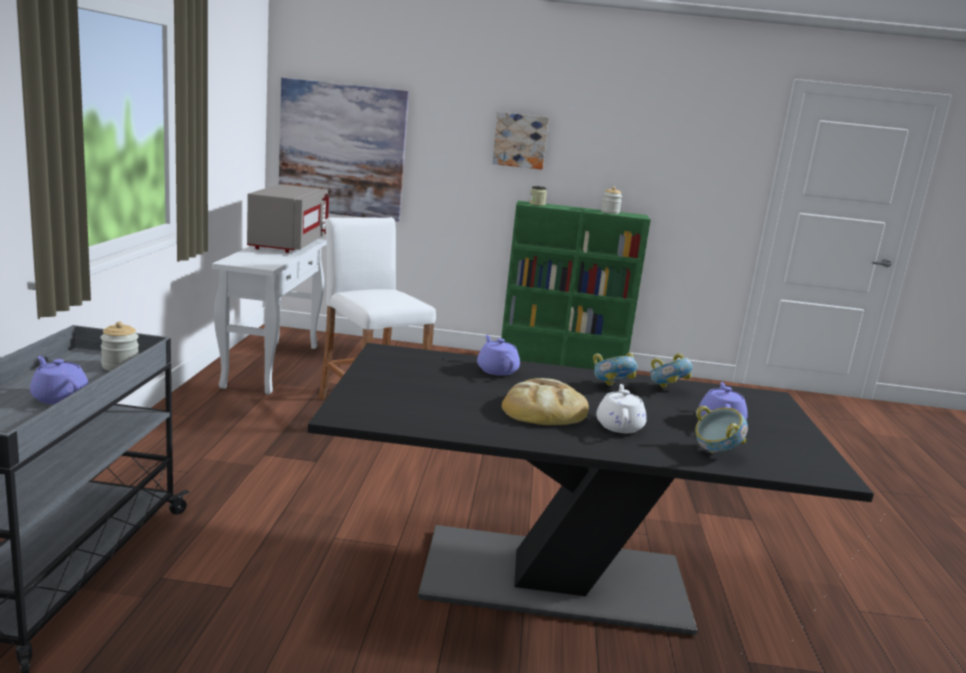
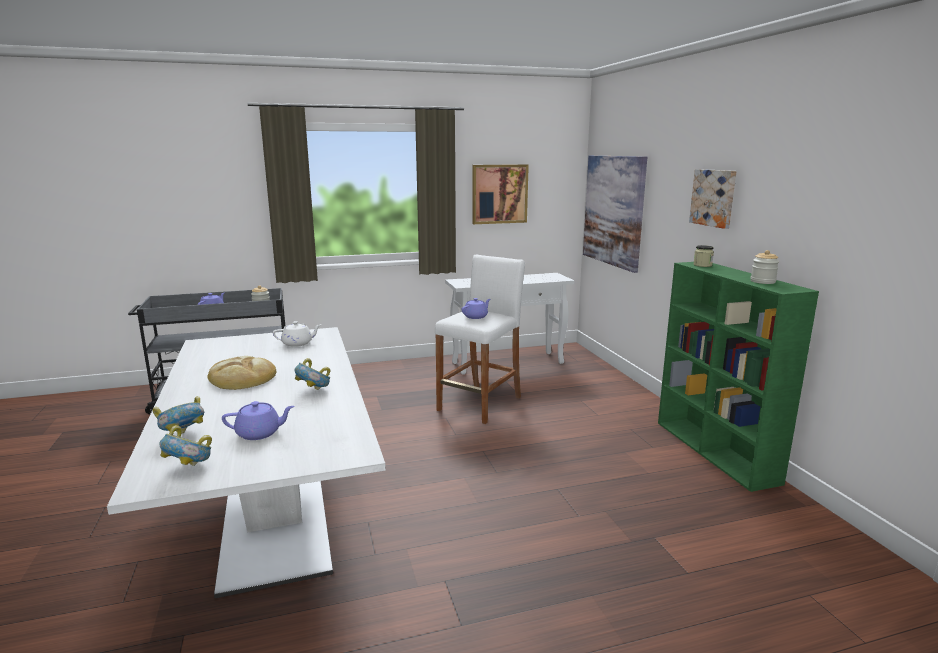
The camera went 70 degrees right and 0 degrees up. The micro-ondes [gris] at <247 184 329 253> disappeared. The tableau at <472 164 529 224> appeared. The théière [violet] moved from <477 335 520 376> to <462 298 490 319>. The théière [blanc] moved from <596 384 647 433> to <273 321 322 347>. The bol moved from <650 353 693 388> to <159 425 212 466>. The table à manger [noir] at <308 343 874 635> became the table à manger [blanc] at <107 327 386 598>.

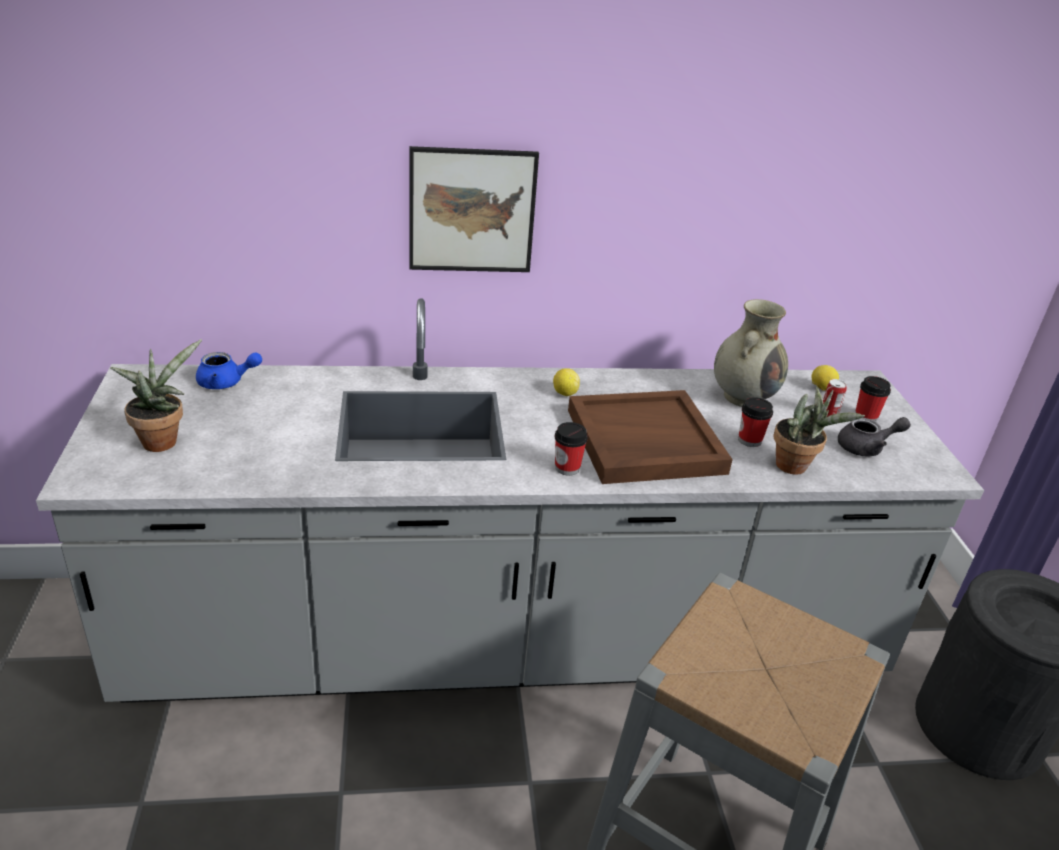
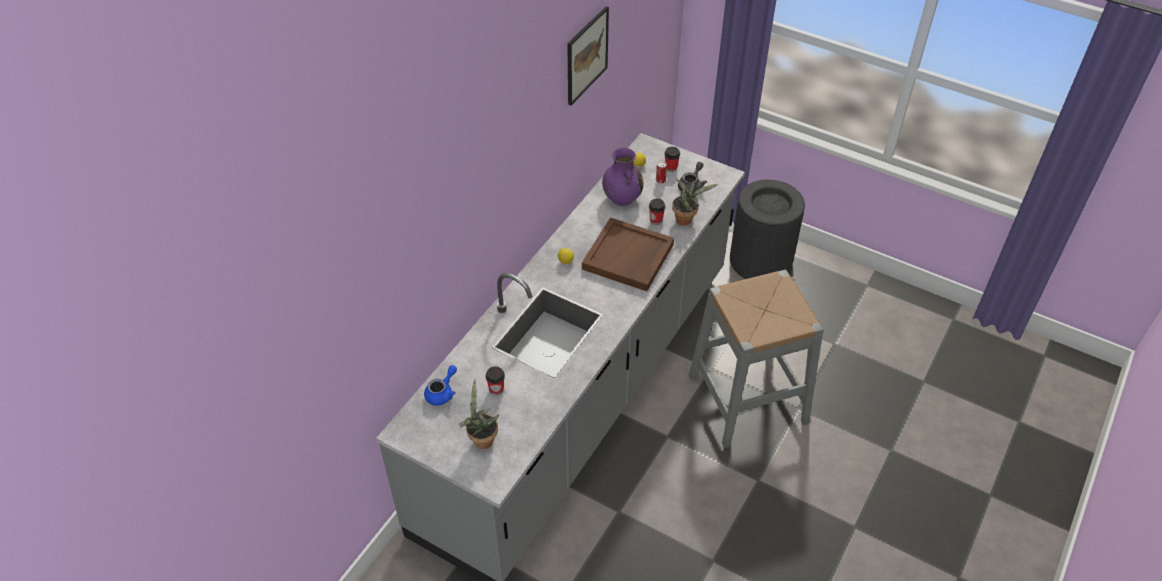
The camera went 50 degrees left and 15 degrees up. The tableau moved from <409 146 539 272> to <567 6 609 106>. The tasse moved from <555 422 588 476> to <486 366 505 395>. The vase [beige] at <714 299 788 407> became the vase [violet] at <602 148 643 206>.

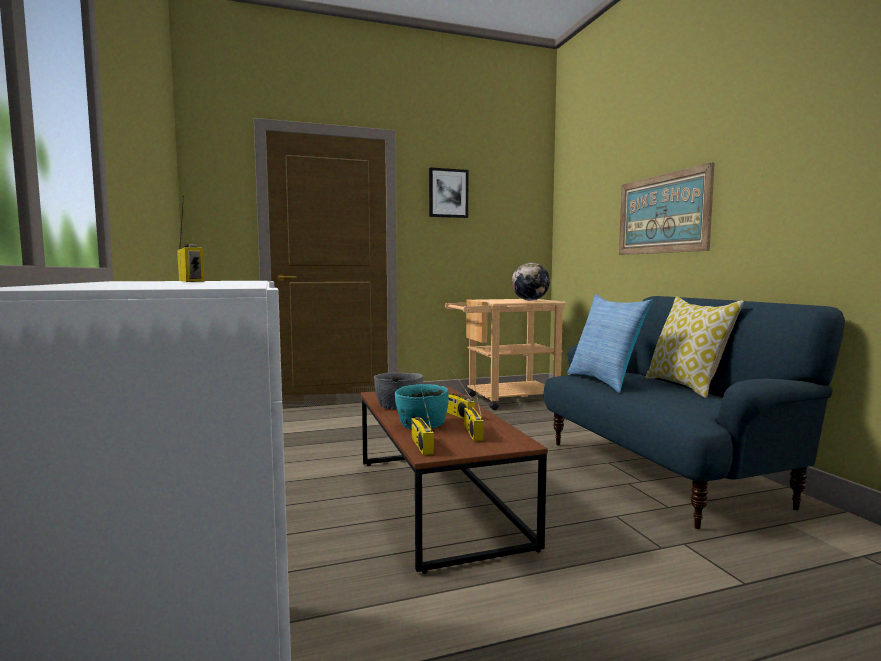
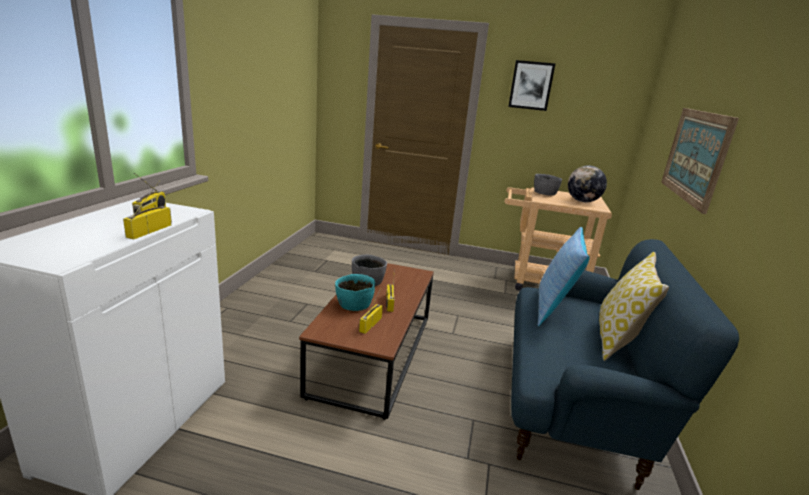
The camera went 30 degrees right and 15 degrees up. The bol [gris] at <534 174 562 196> appeared. The radio moved from <412 388 434 455> to <123 180 172 239>.

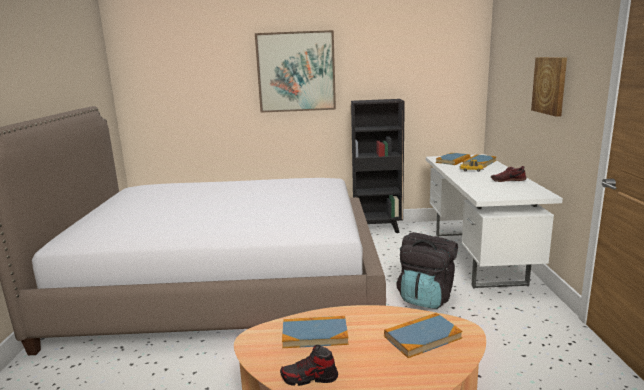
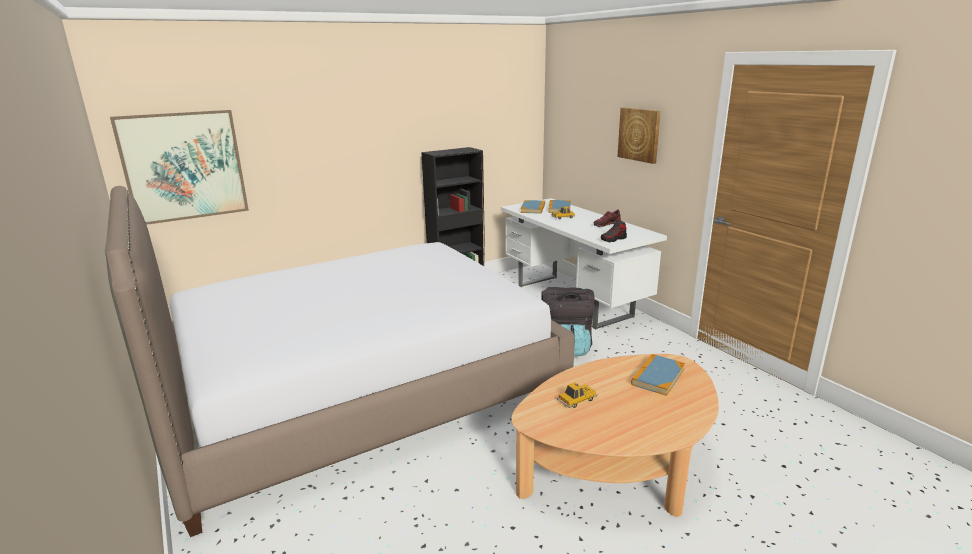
The camera went 30 degrees left and 5 degrees up. The tableau moved from <255 30 336 113> to <110 110 249 225>. The chaussure moved from <280 345 338 386> to <601 219 627 242>. The livre at <282 316 349 348> was replaced by the petite voiture at <557 382 597 408>.

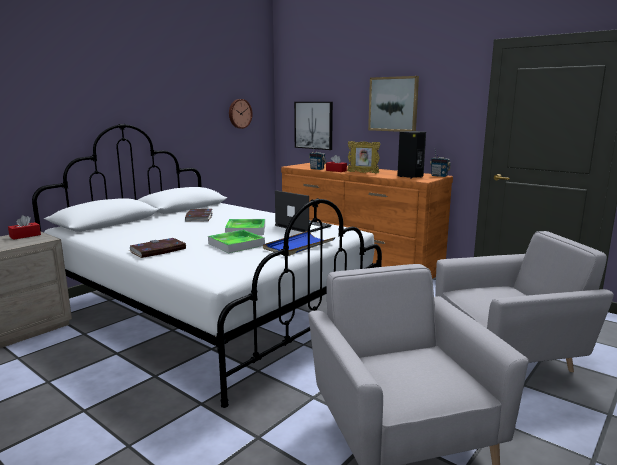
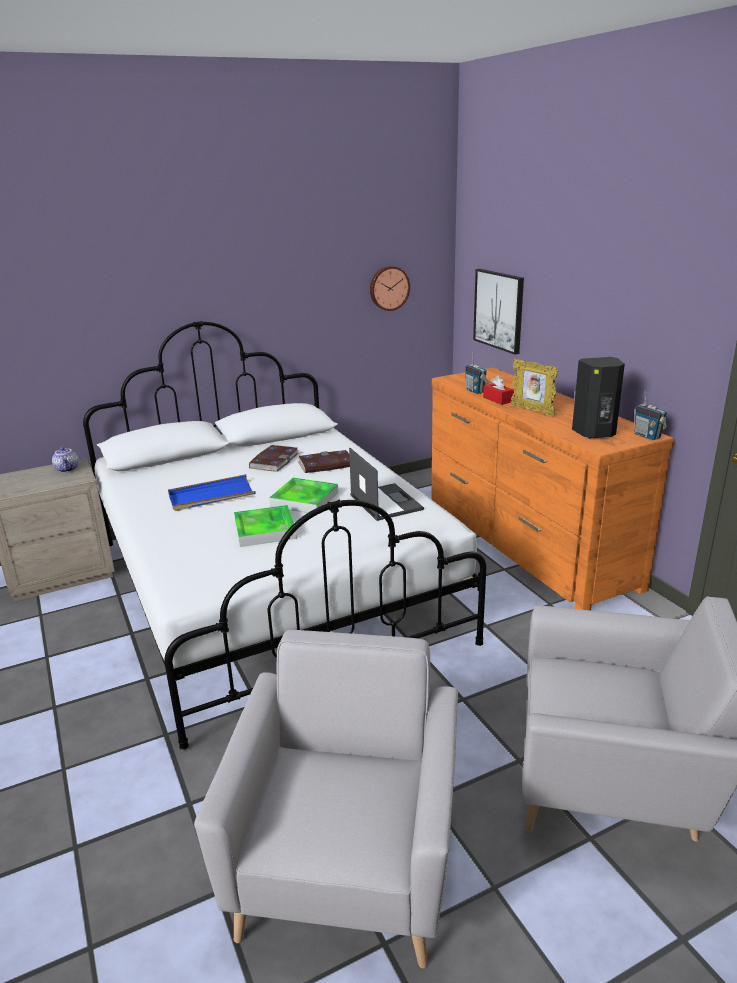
The camera went 25 degrees right and 10 degrees up. The tableau at <368 76 419 132> disappeared. The livre moved from <129 238 186 258> to <298 450 350 473>. The plateau [bleu] moved from <263 231 335 256> to <168 474 256 511>. The boîte à mouchoirs [rouge] at <8 215 41 240> was replaced by the théière at <52 446 79 473>.

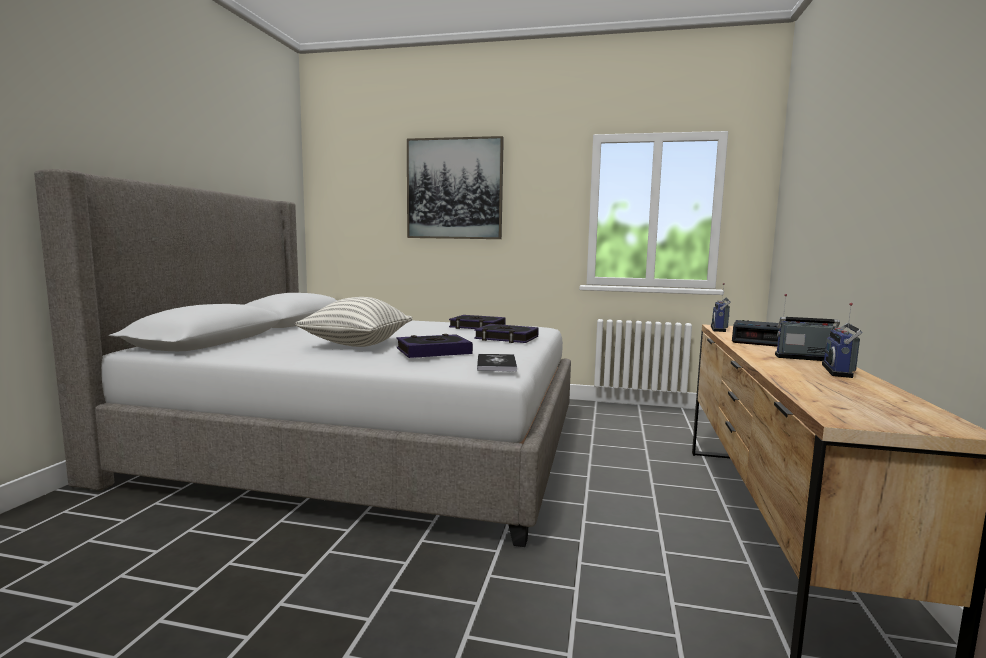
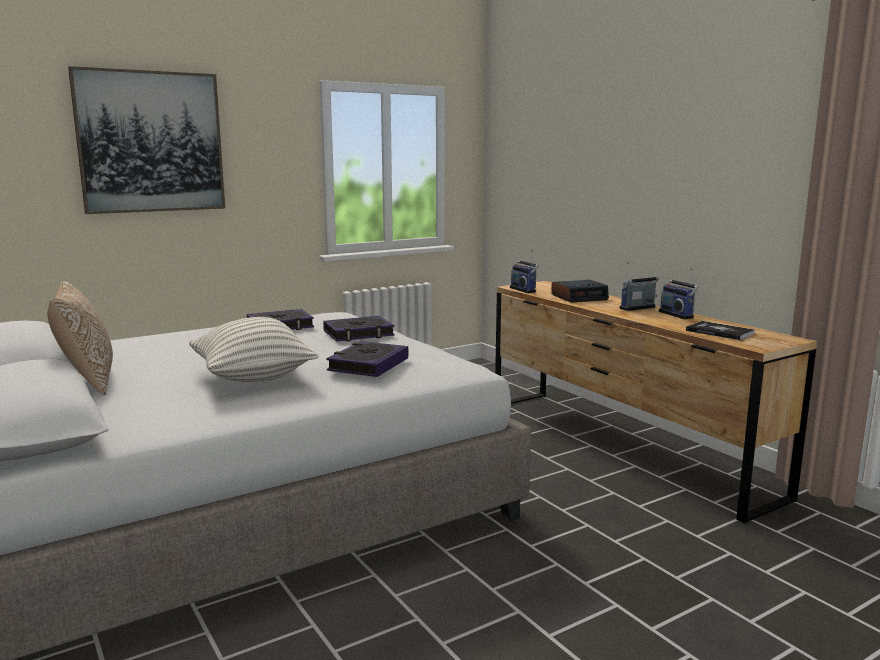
The camera went 45 degrees left and 5 degrees up. The coussin at <47 281 113 395> appeared. The livre moved from <477 354 517 371> to <686 321 755 340>.

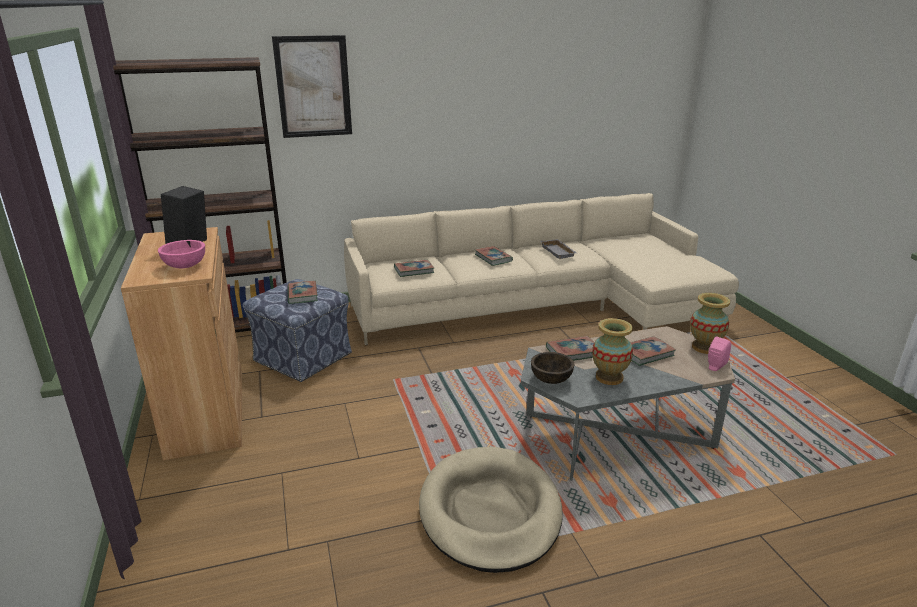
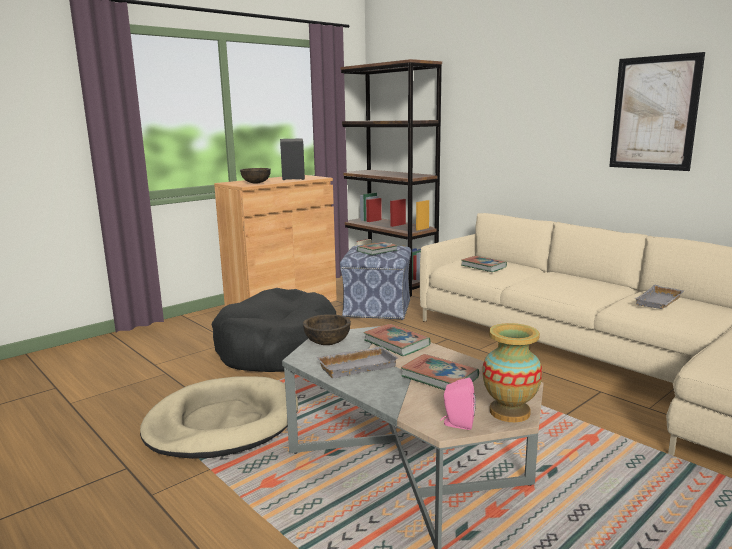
The camera went 65 degrees right and 10 degrees down. The livre at <475 246 513 266> disappeared. The panier pour chien [noir] at <212 288 336 372> appeared. The tableau moved from <272 35 352 138> to <609 52 705 171>. The vase at <592 318 633 385> was replaced by the plateau [gris] at <316 346 399 378>. The bol [rose] at <158 240 205 268> became the bol [marron] at <240 168 271 184>.

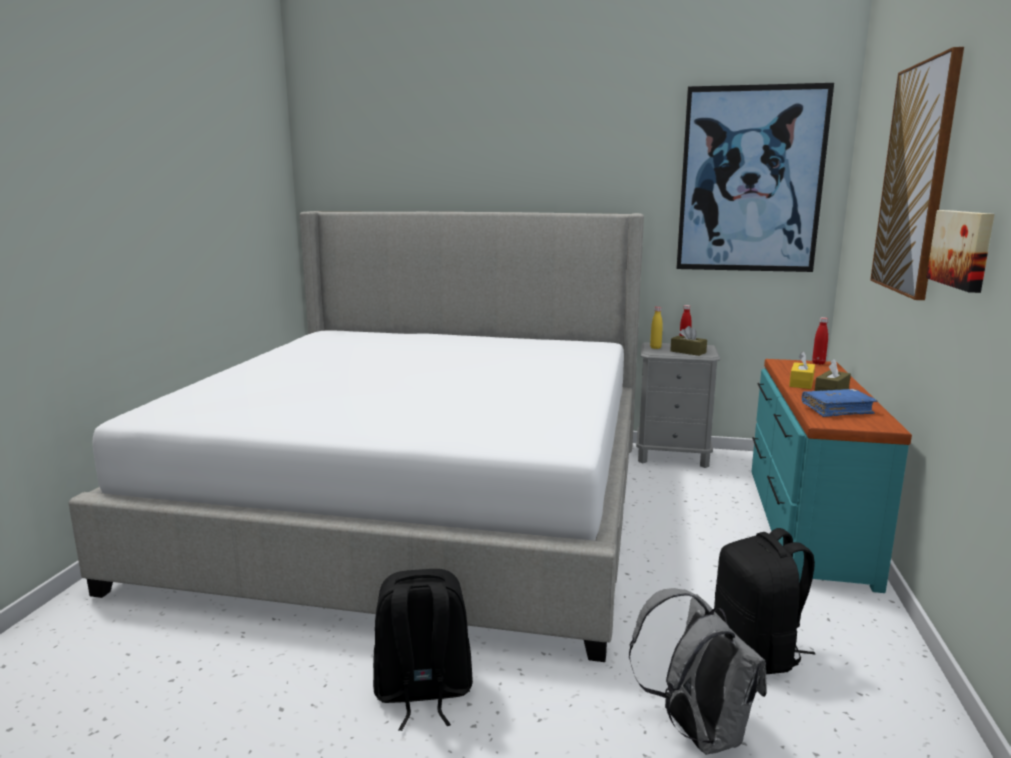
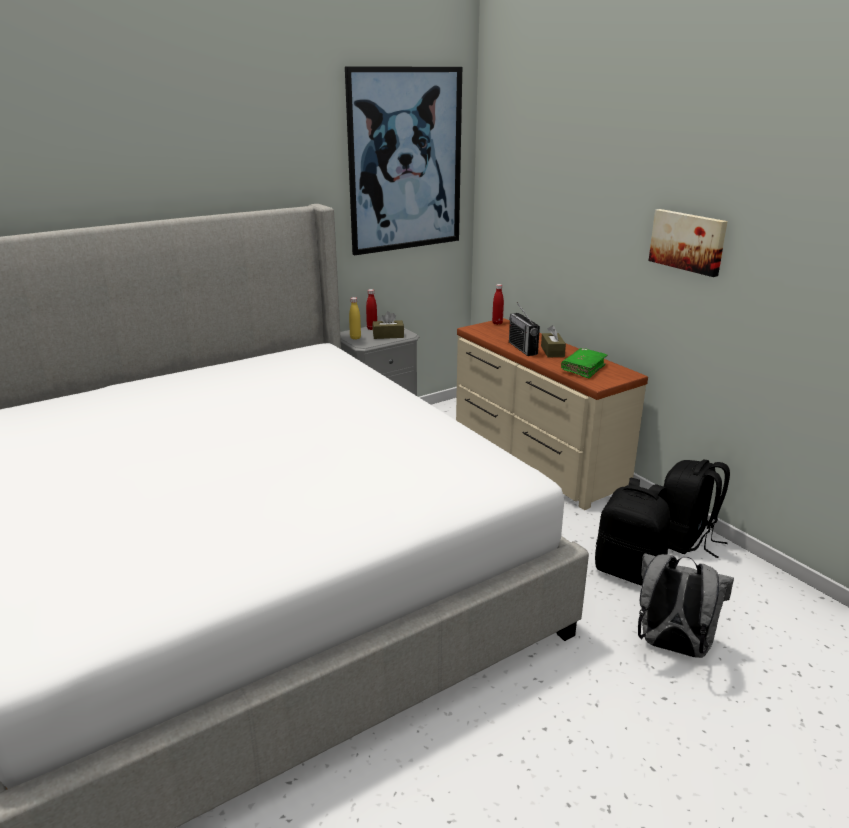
The camera went 45 degrees left and 10 degrees up. The tableau at <870 47 964 300> disappeared. The sac à dos [noir] moved from <373 569 473 731> to <664 459 730 558>. The boîte à mouchoirs [jaune] at <789 352 815 389> was replaced by the radio at <509 302 540 356>. The commode [turquoise] at <751 359 912 593> became the commode [beige] at <456 318 648 510>. The livre [bleu] at <802 389 877 417> became the livre [vert] at <561 348 608 378>.

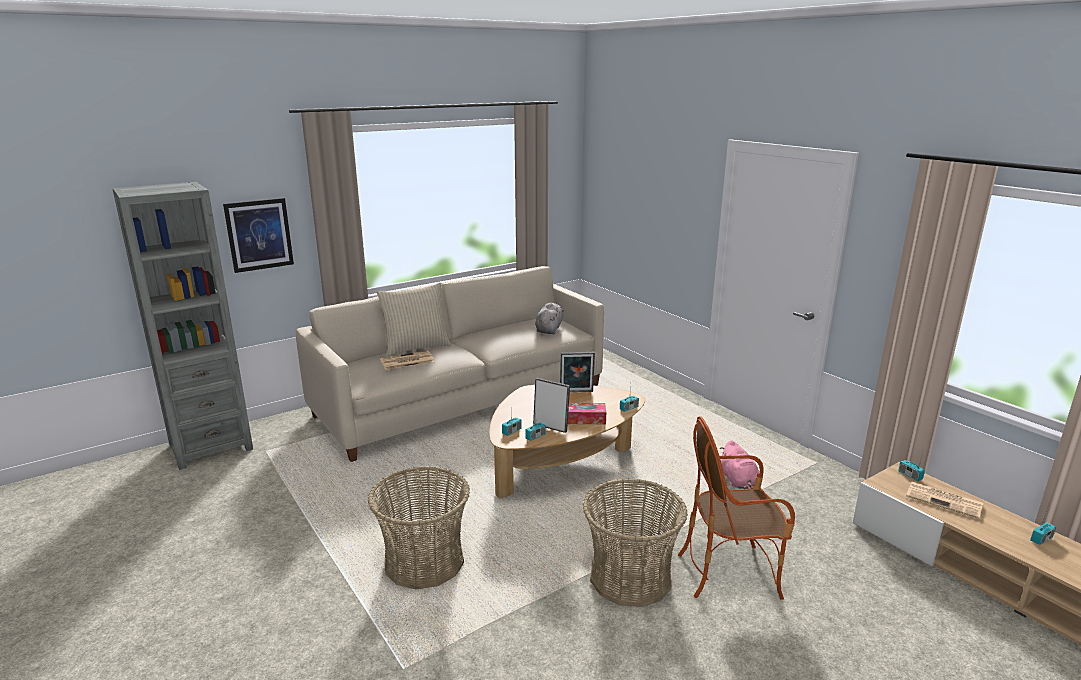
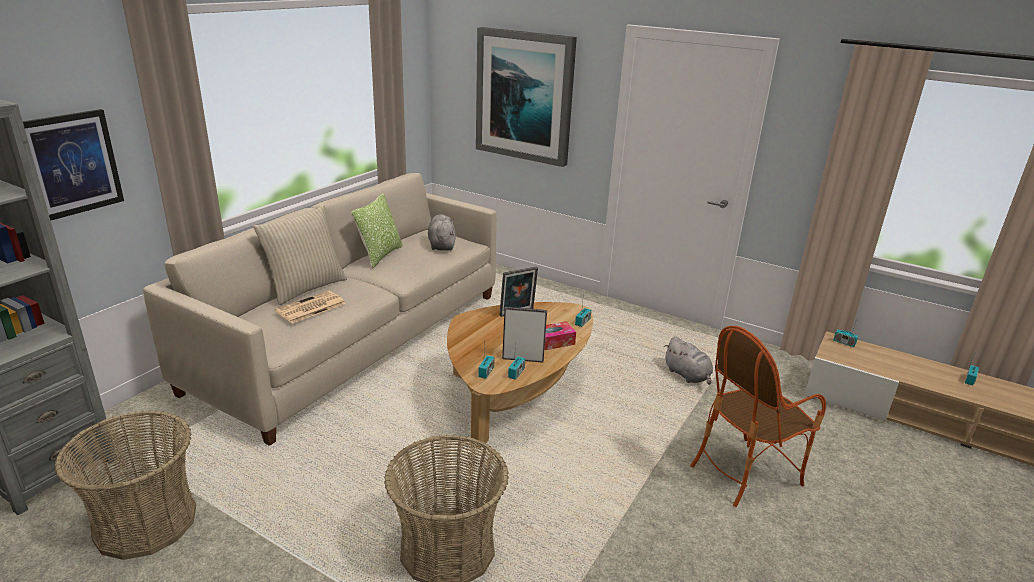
The camera went 25 degrees left and 5 degrees up. The journal at <906 482 983 519> disappeared. The coussin at <351 193 403 268> appeared. The tableau at <476 27 577 167> appeared. The panier moved from <583 478 688 607> to <55 410 196 560>. The peluche [rose] at <719 440 759 489> became the peluche [gris] at <664 337 713 385>.

